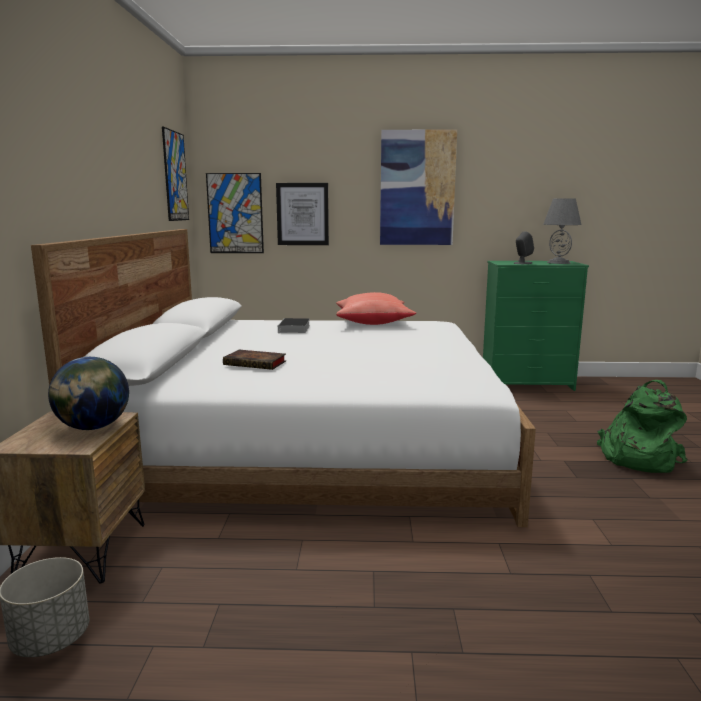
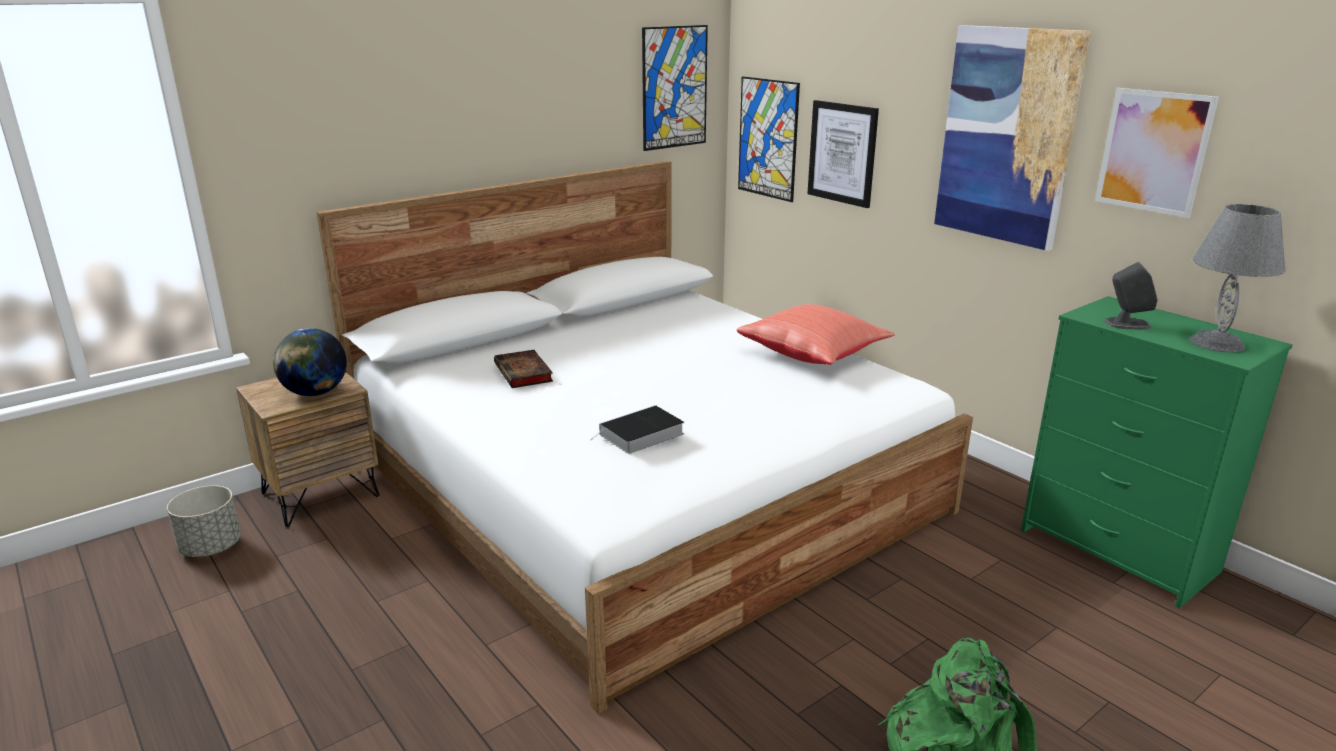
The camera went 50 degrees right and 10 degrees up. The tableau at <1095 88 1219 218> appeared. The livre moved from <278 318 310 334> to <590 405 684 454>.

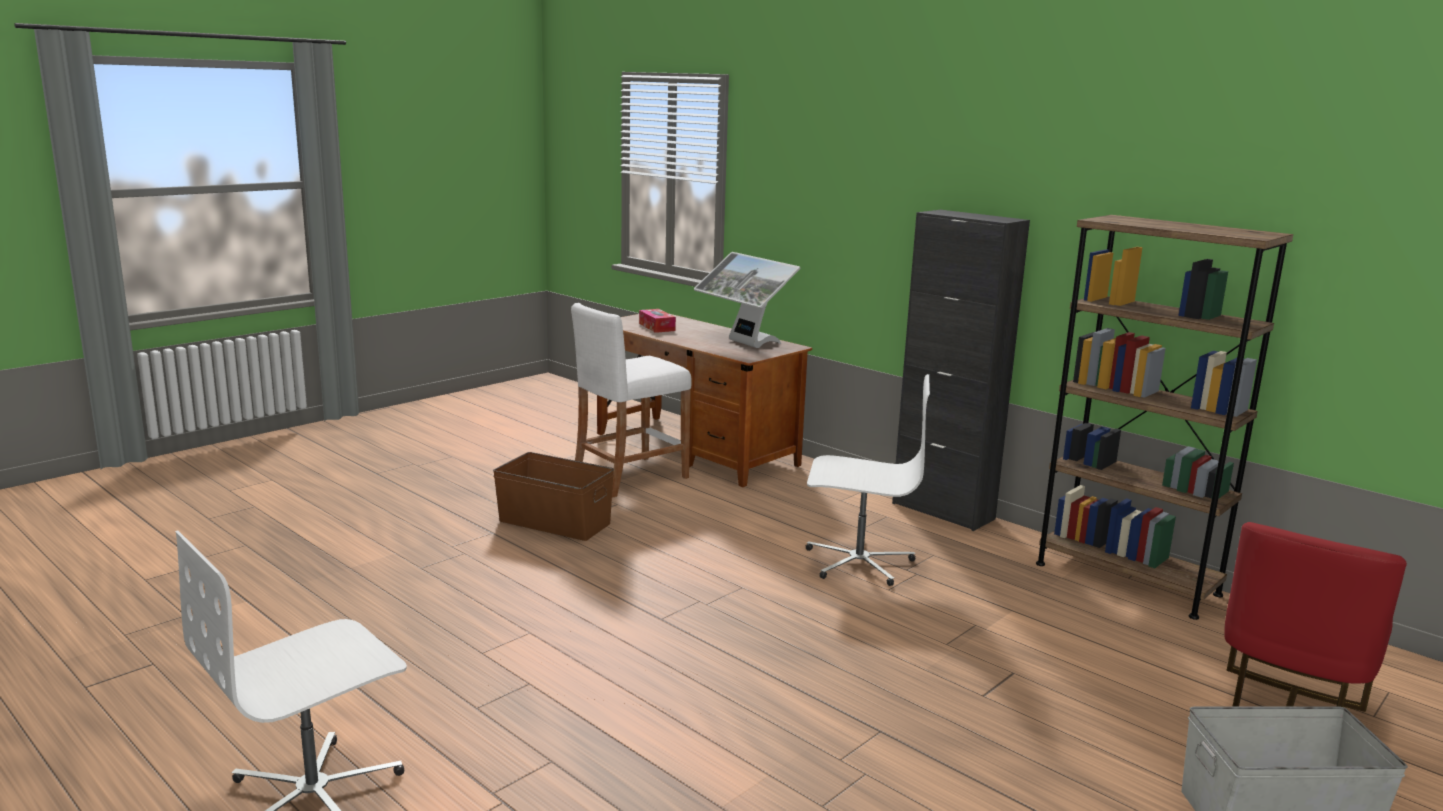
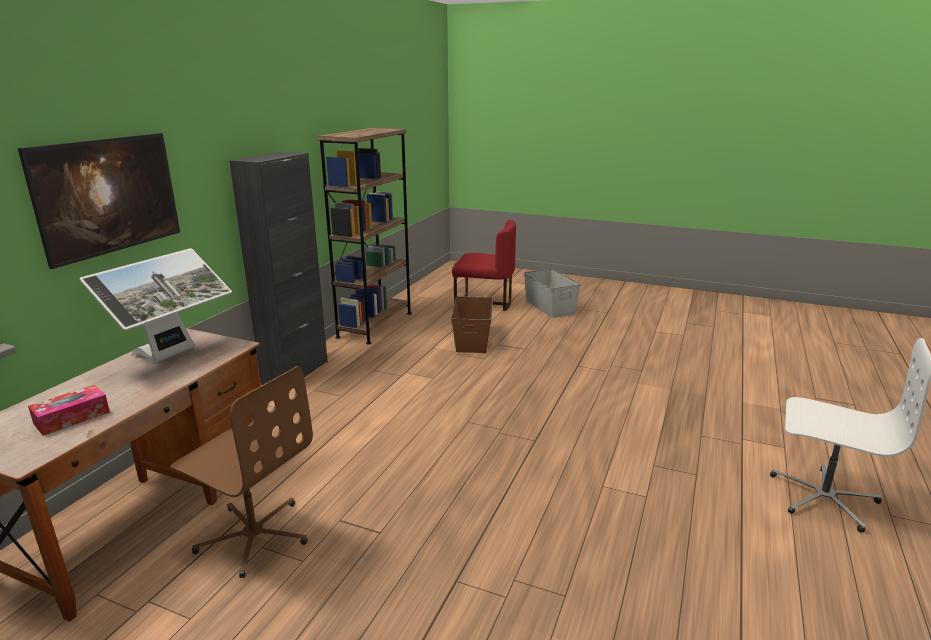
The camera went 110 degrees left and 5 degrees up. The chaise de bureau [blanc] at <806 374 930 586> disappeared. The tableau at <18 133 180 269> appeared. The boîte de rangement [marron] moved from <493 452 614 541> to <451 296 493 353>. The tabouret [blanc] at <571 303 692 498> was replaced by the chaise de bureau [marron] at <170 366 313 578>.

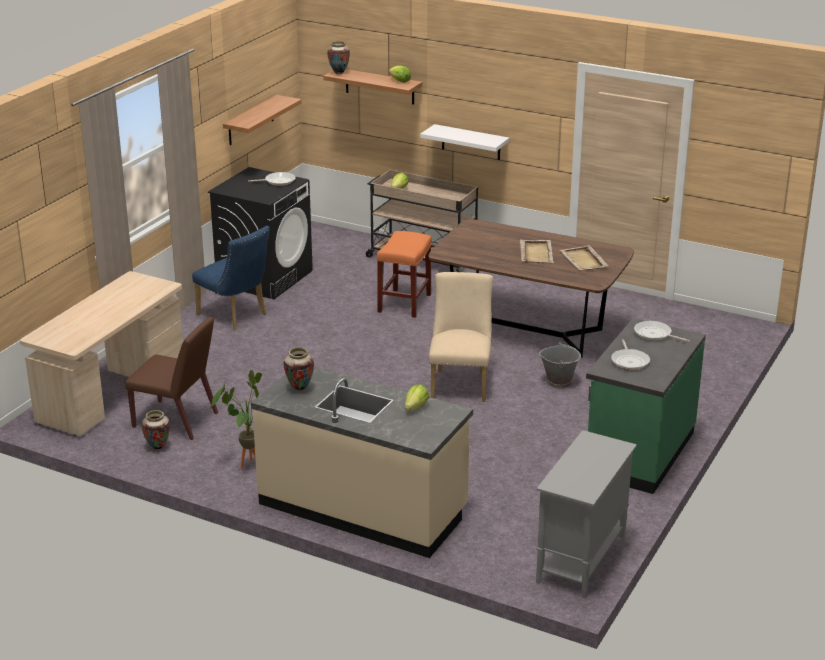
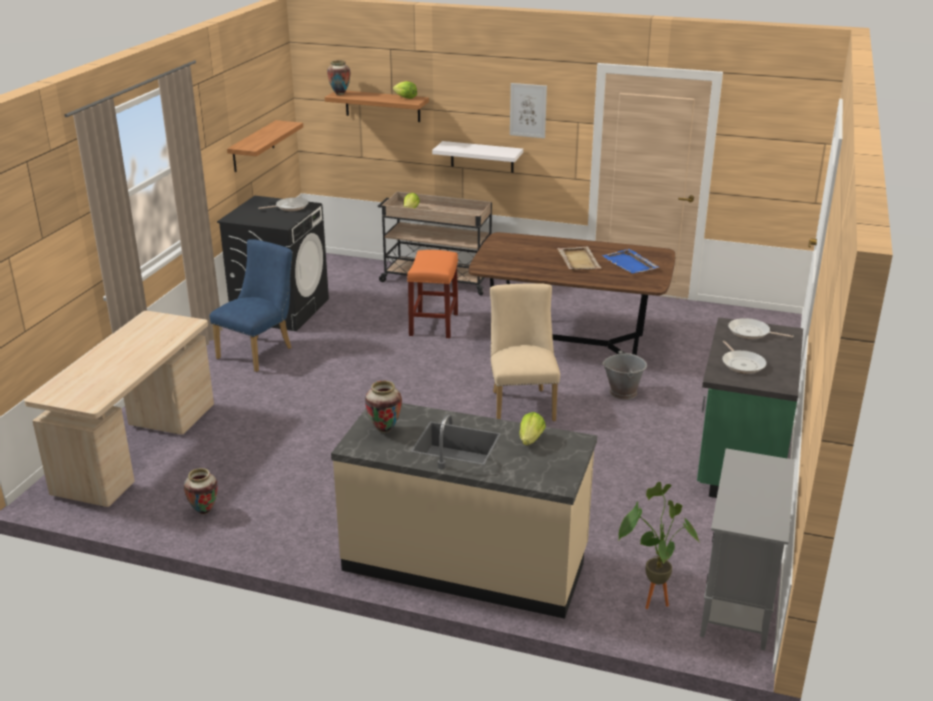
The camera went 10 degrees left and 0 degrees up. The chaise [marron] at <125 317 218 440> disappeared. The tableau at <510 83 547 138> appeared. The plante en pot moved from <211 370 262 469> to <618 482 700 609>. The plateau [beige] at <560 245 609 270> became the plateau [bleu] at <602 249 660 274>. The chaise [bleu] at <192 226 270 329> turned 90 degrees counterclockwise.

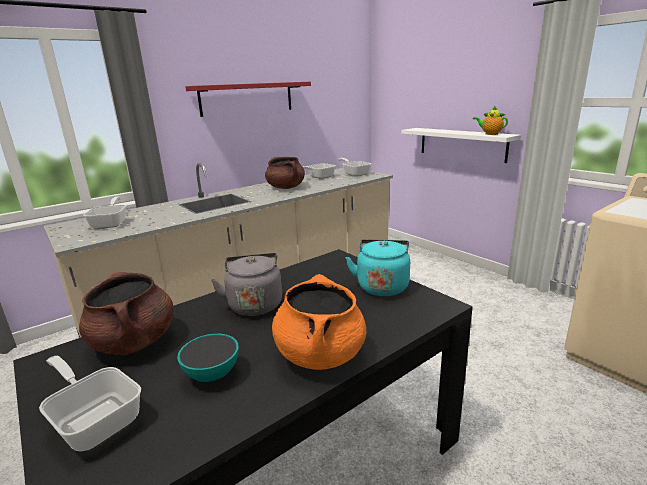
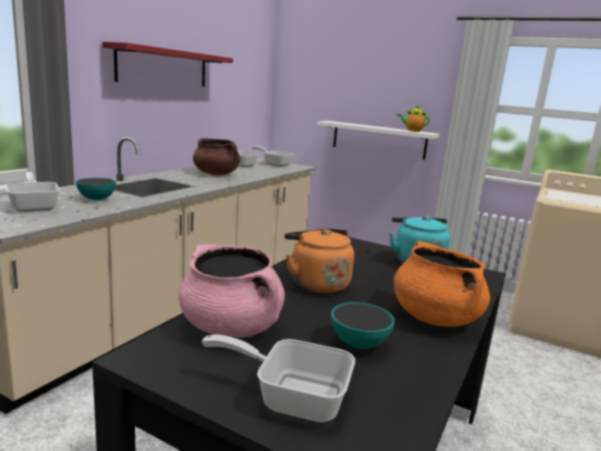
The camera went 25 degrees left and 5 degrees down. The bol at <76 178 116 200> appeared. The marmite [marron] at <79 272 173 355> became the marmite [rose] at <178 244 285 338>. The bouilloire [gris] at <211 253 282 316> became the bouilloire [orange] at <285 229 354 293>.

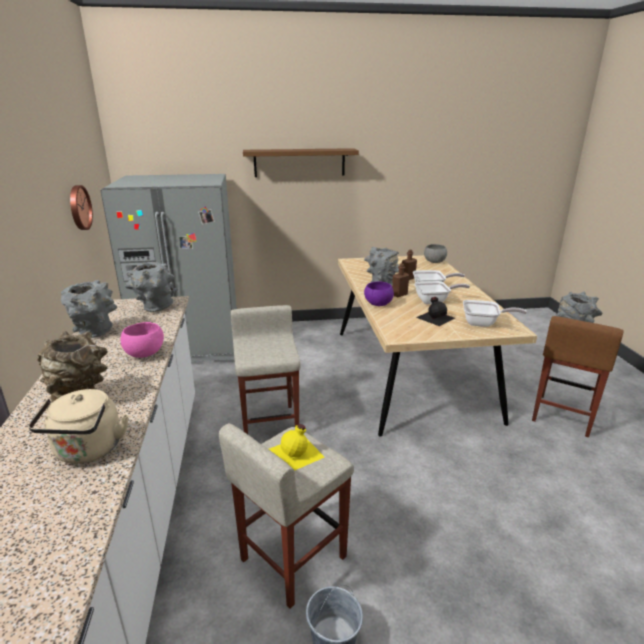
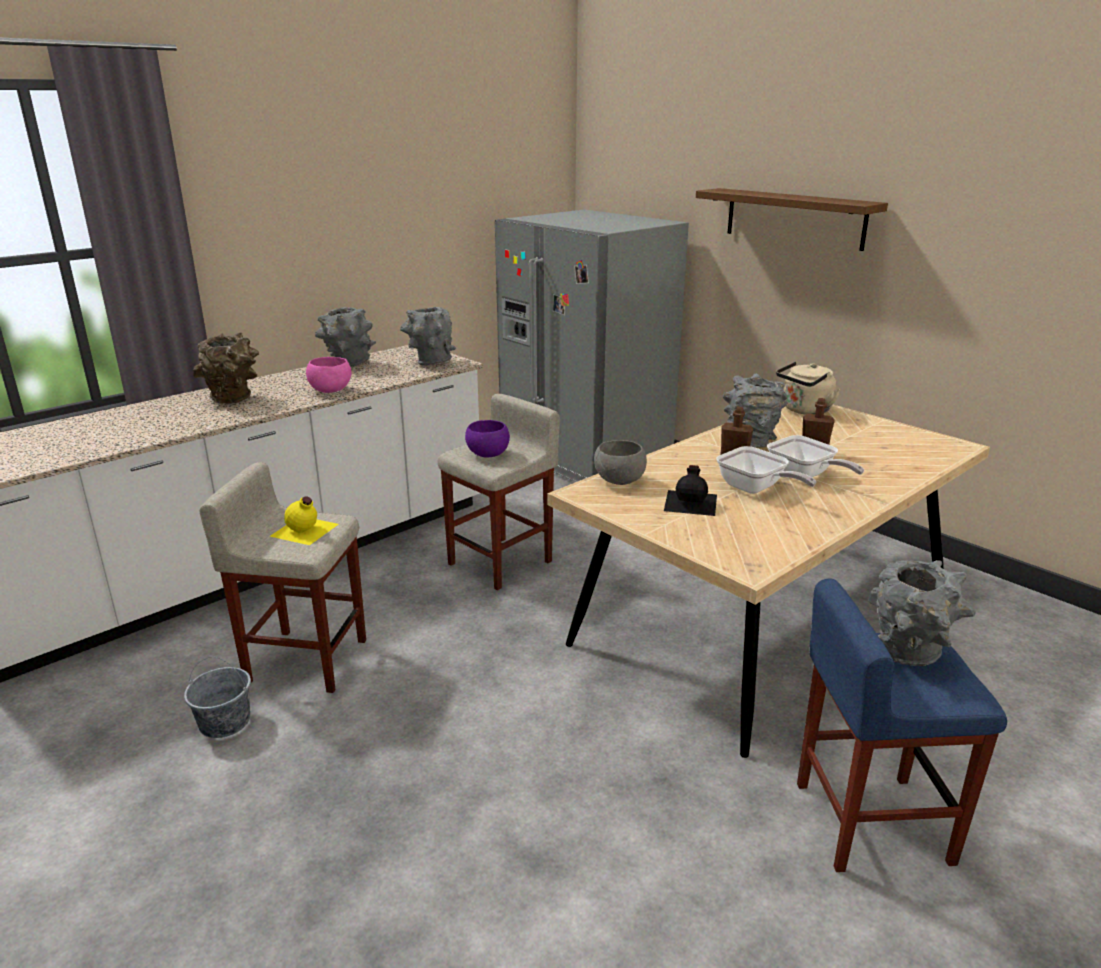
The camera went 55 degrees right and 0 degrees up. The horloge murale at <70 185 93 230> disappeared. The poêle at <463 300 527 327> disappeared. The bouilloire [beige] moved from <28 389 129 464> to <776 361 840 415>. The bol [violet] moved from <364 281 394 306> to <465 420 510 457>. The bol [gris] moved from <424 244 447 263> to <594 440 647 485>. The tabouret [marron] at <532 316 623 438> became the tabouret [bleu] at <797 578 1007 872>.

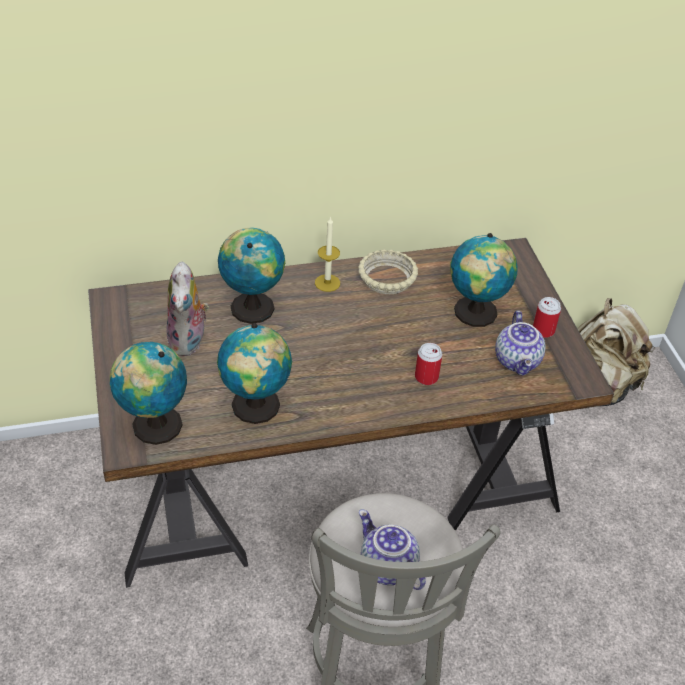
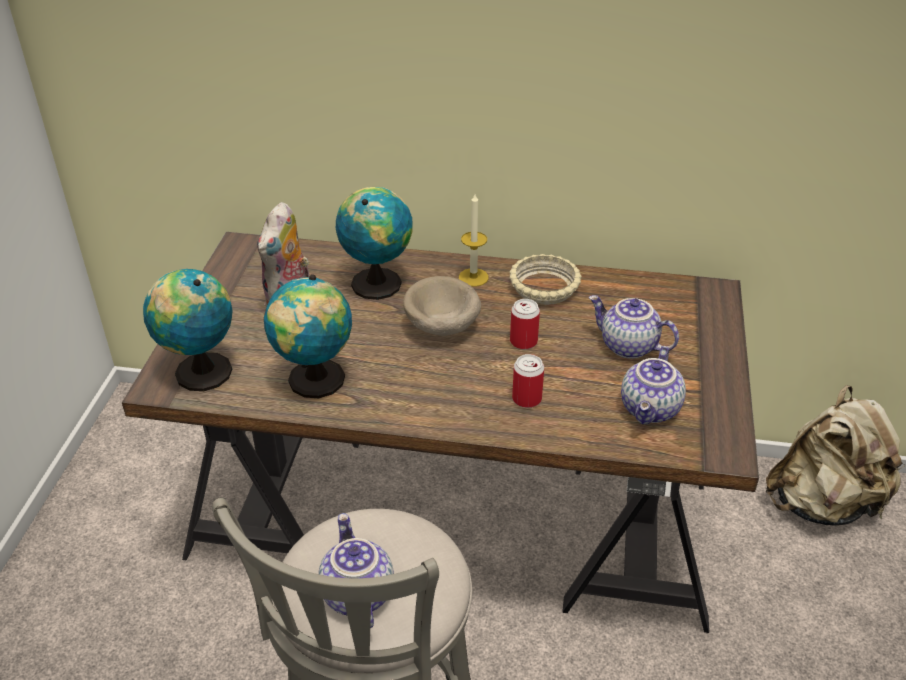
The camera went 25 degrees right and 5 degrees down. The bol [beige] at <403 276 481 336> appeared. The boîte métallique moved from <533 297 561 338> to <510 299 540 349>. The globe at <450 233 518 327> was replaced by the théière at <589 295 679 359>.

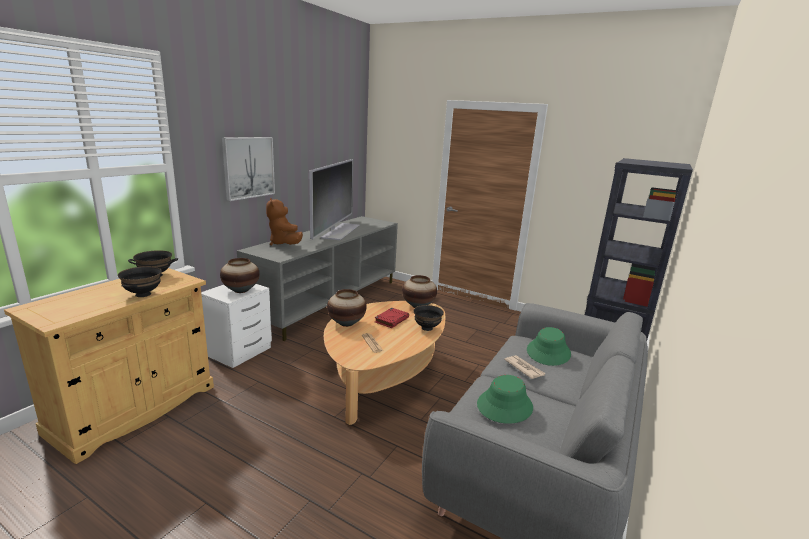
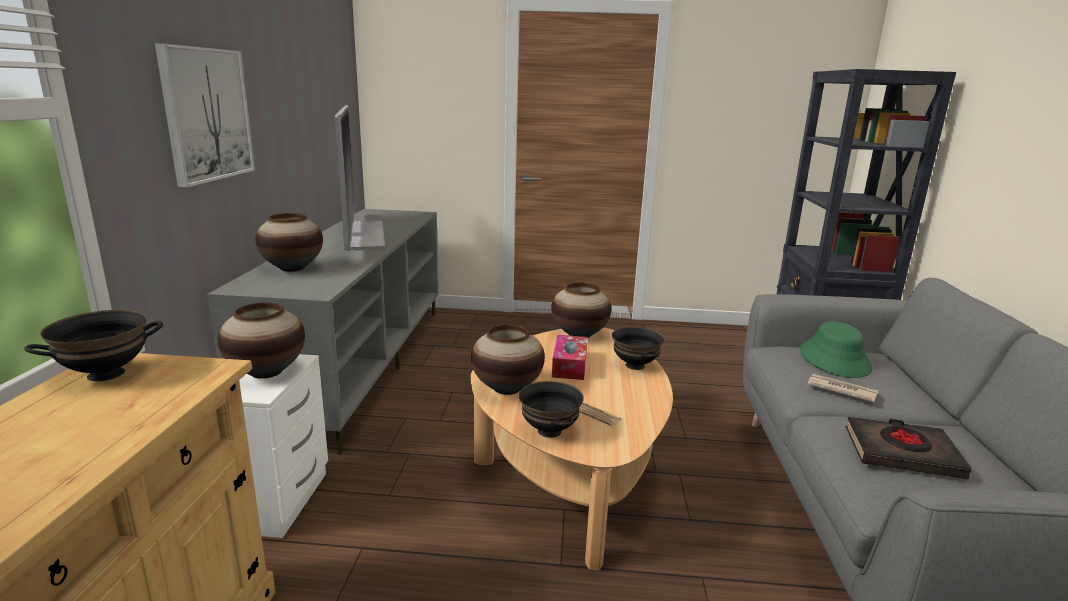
The camera went 25 degrees left and 0 degrees up. The bol [noir] moved from <118 266 162 297> to <519 381 584 438>. The peluche [marron] at <266 198 303 246> was replaced by the vase at <255 213 323 272>. The livre [rouge] at <375 308 409 328> was replaced by the boîte à mouchoirs at <552 335 587 380>. The chapeau [vert] at <477 375 533 424> was replaced by the livre [noir] at <846 417 972 479>.

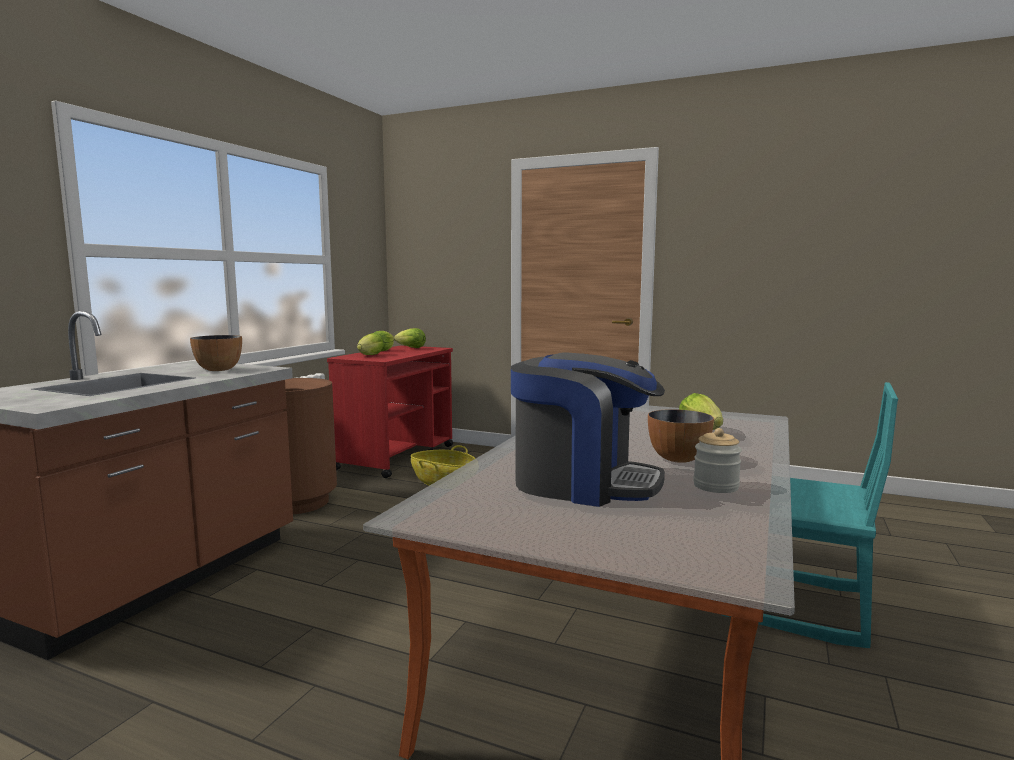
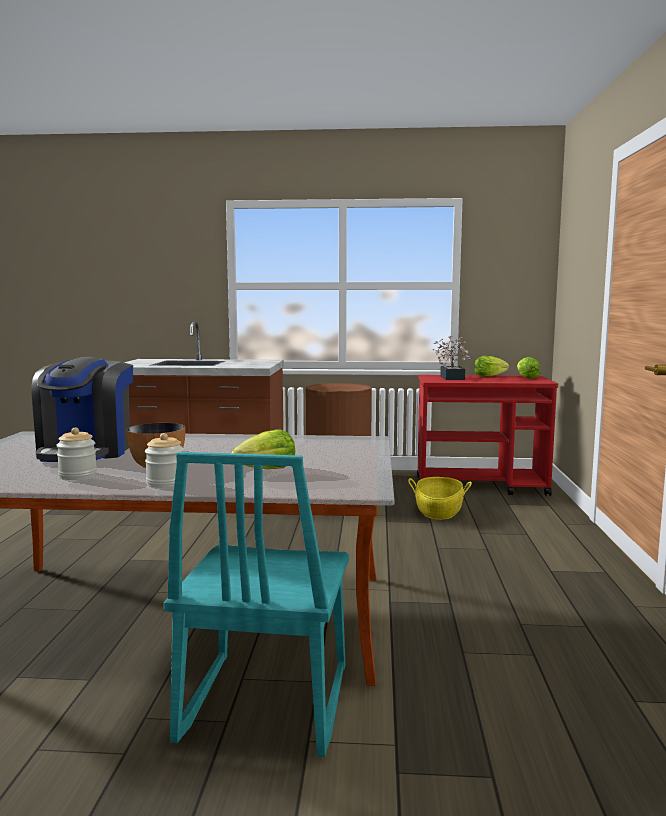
The camera went 70 degrees right and 0 degrees up. The bol at <190 335 242 371> disappeared. The bocal at <145 433 184 488> appeared. The laitue at <357 333 384 355> was replaced by the plante en pot at <432 335 471 380>.

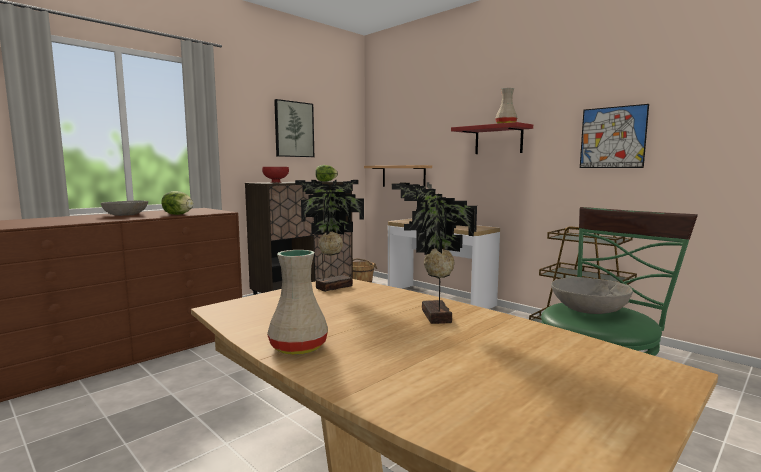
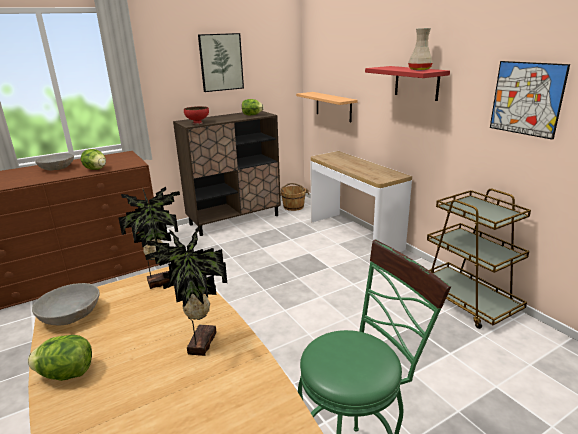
The camera went 15 degrees right and 15 degrees up. The bol [gris] moved from <551 277 633 314> to <32 283 100 325>. The vase [beige] at <267 250 328 355> was replaced by the laitue at <28 335 92 381>.

